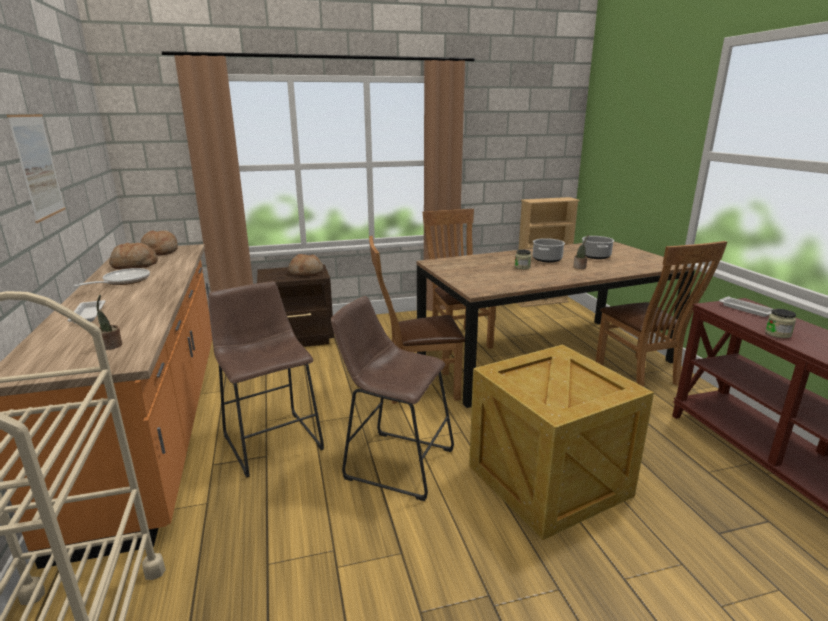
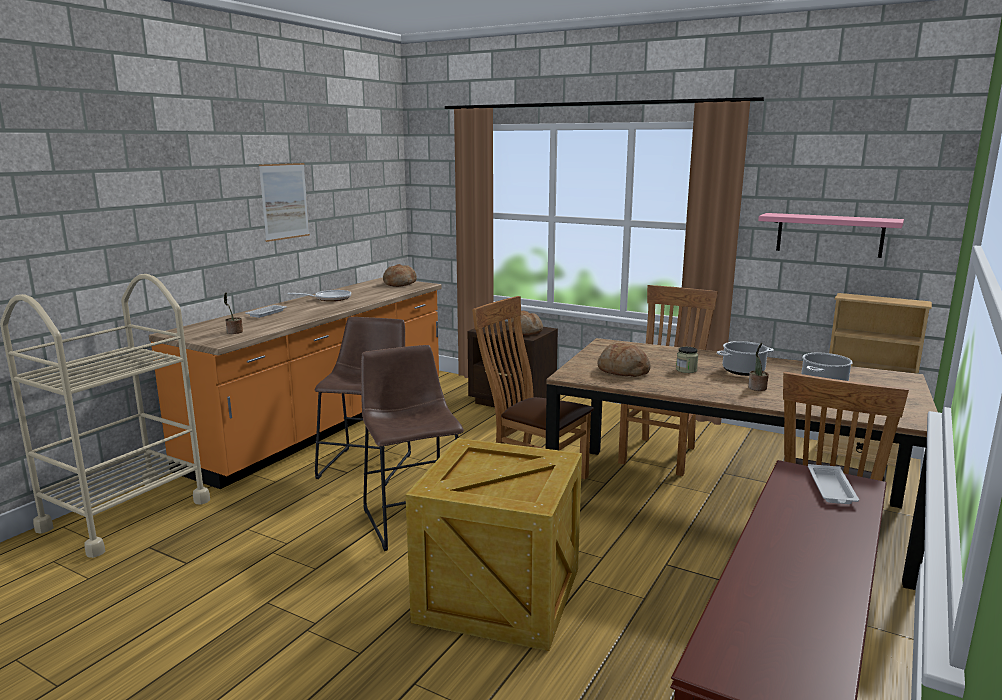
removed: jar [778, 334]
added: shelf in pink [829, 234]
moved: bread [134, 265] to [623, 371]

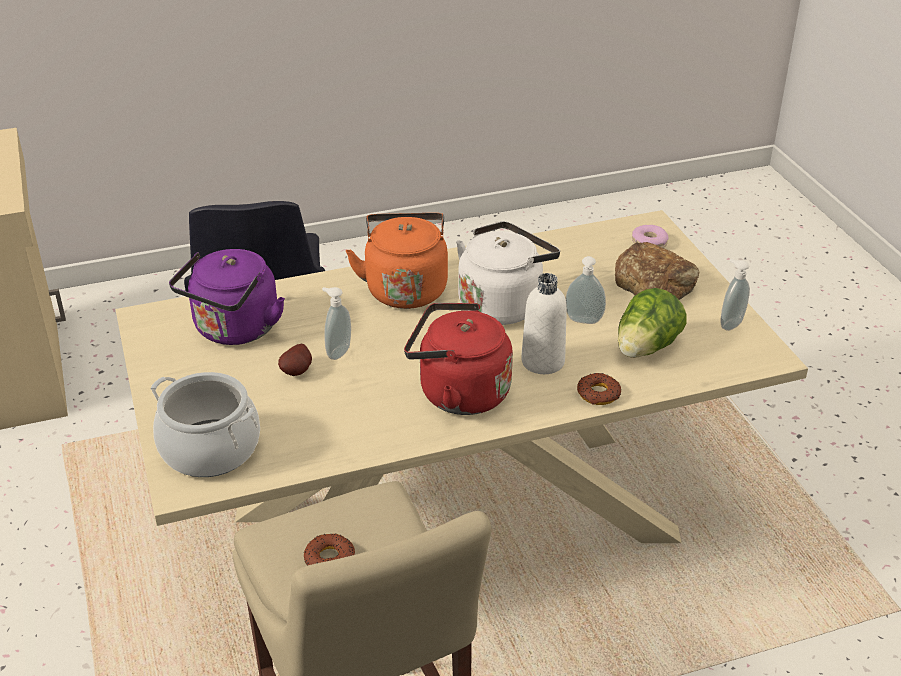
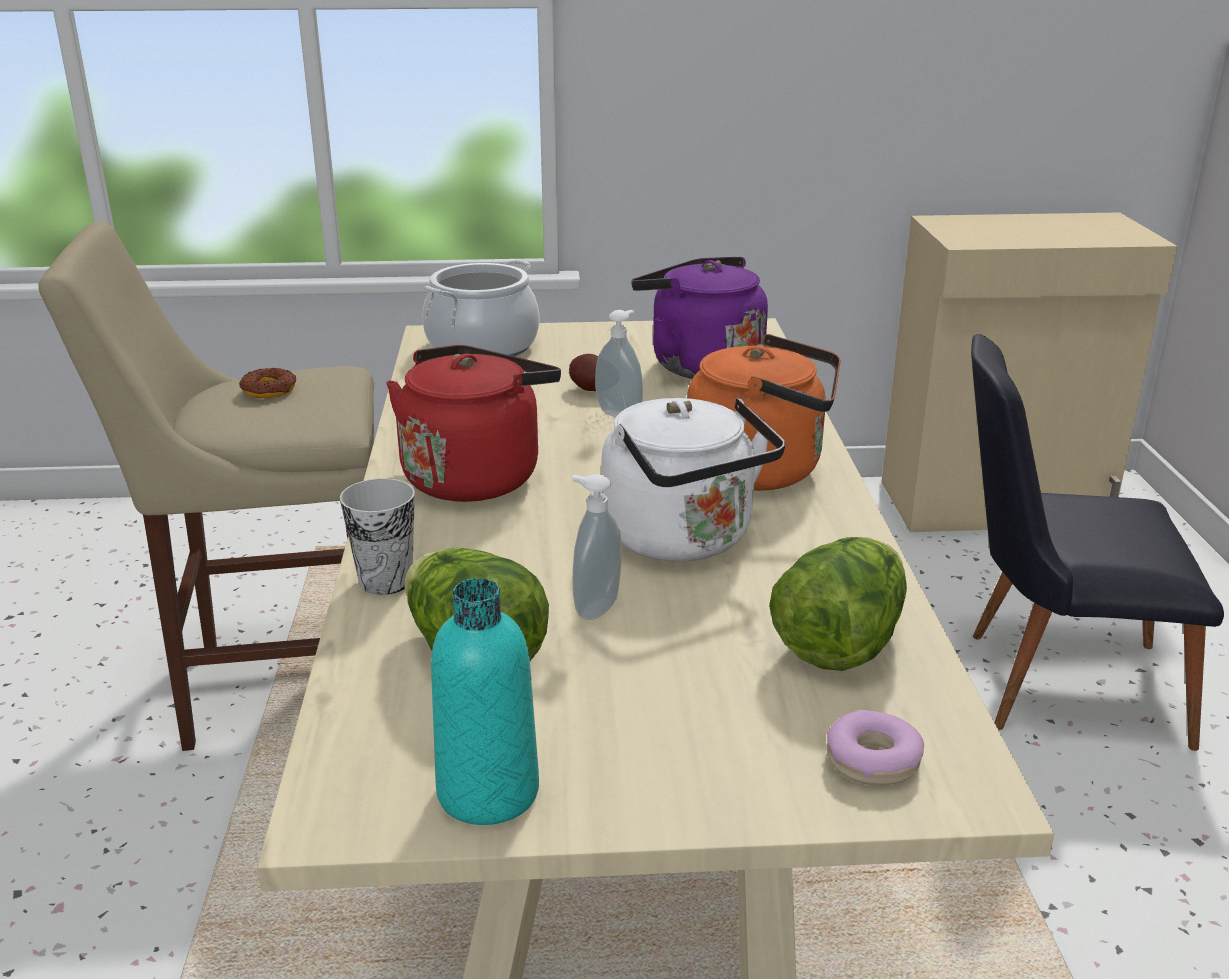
removed: bottle in white [542, 362]; bread [655, 282]
added: lettuce [840, 643]
replaced: donut [598, 394] to cup [385, 581]; soap dispenser [730, 323] to bottle in turquoise [488, 792]

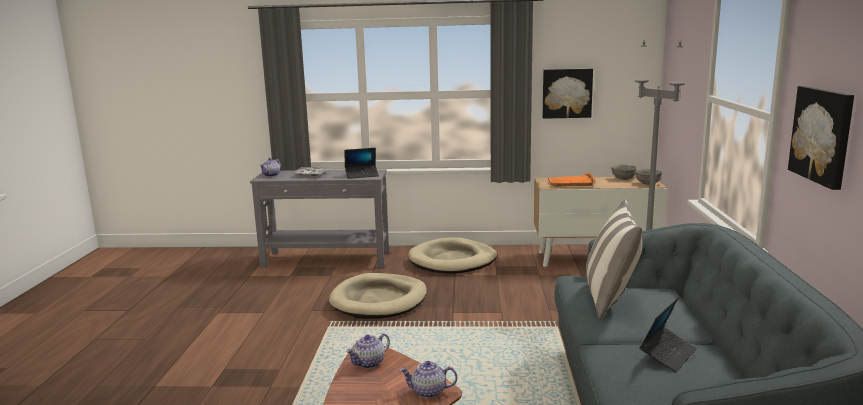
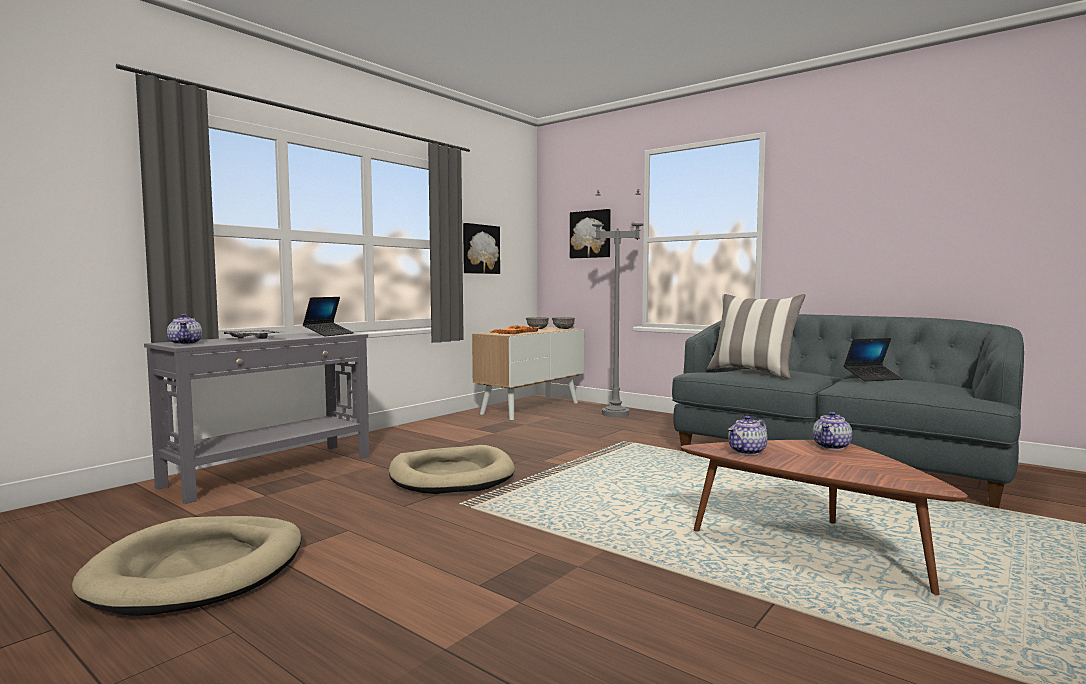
moved: dog bed in beige [453, 260] to [199, 570]; picture [823, 135] to [591, 234]
turned: teapot [369, 363] = [747, 451] 60 degrees clockwise; laptop [668, 355] = [872, 378] 90 degrees clockwise

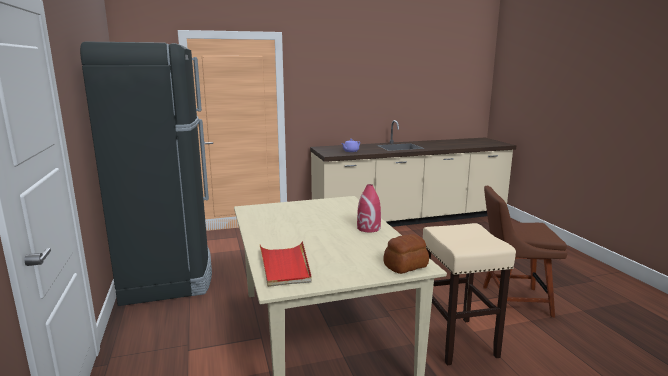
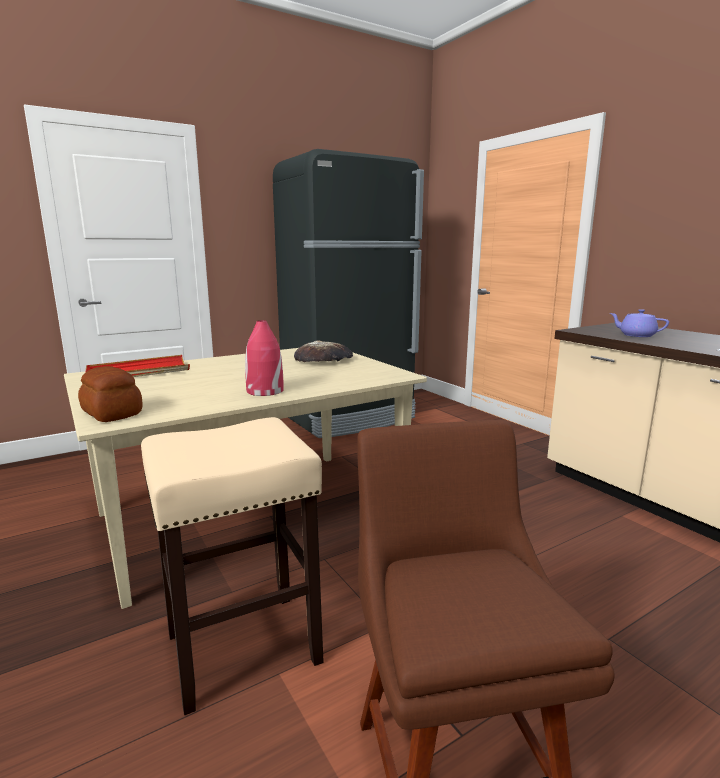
added: bread [324, 359]

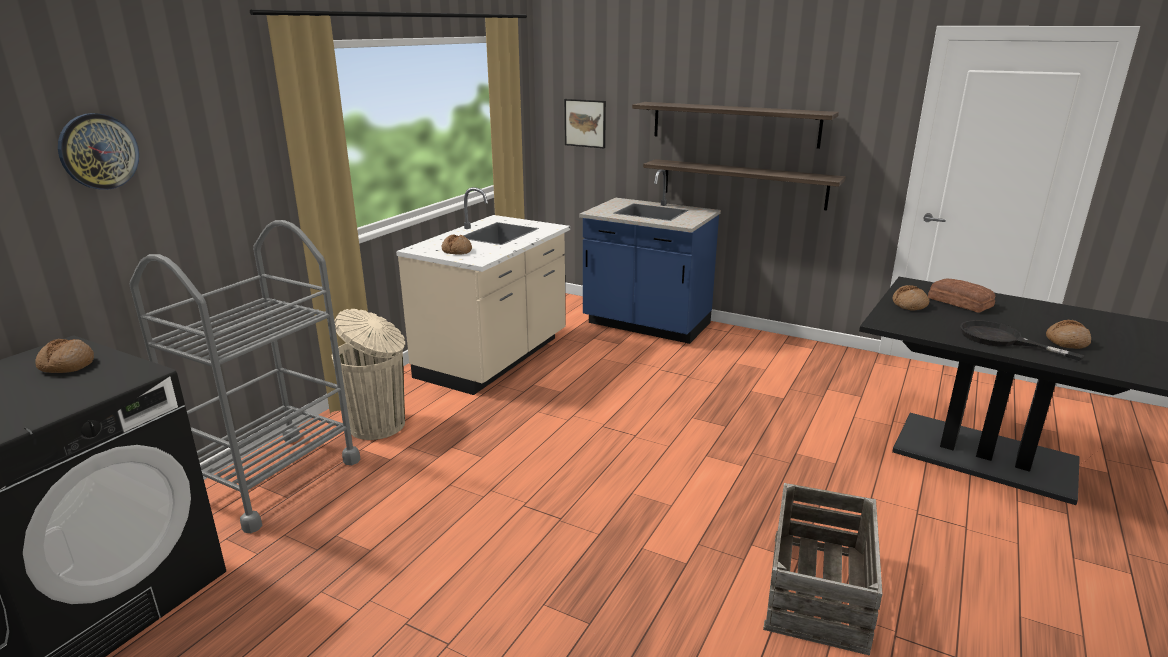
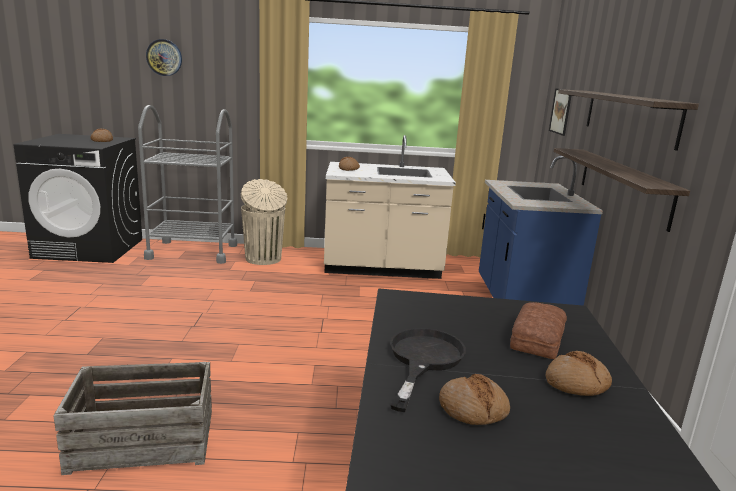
moved: bread [910, 304] to [576, 384]

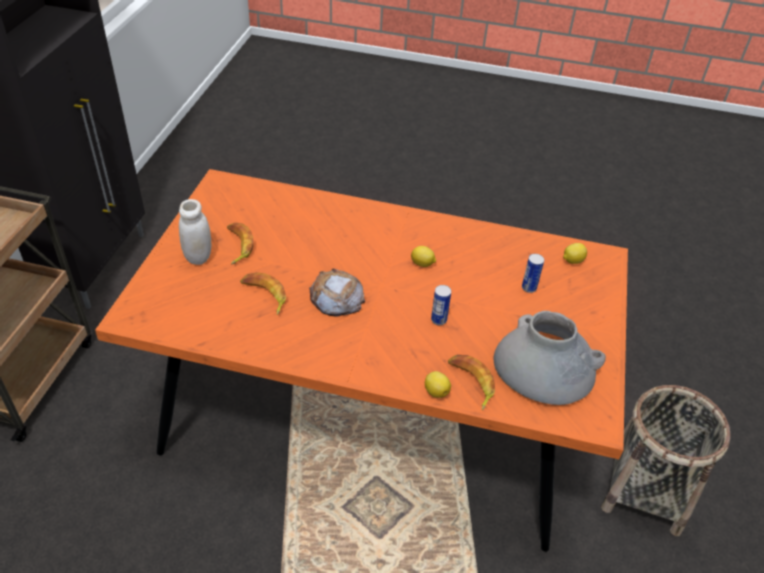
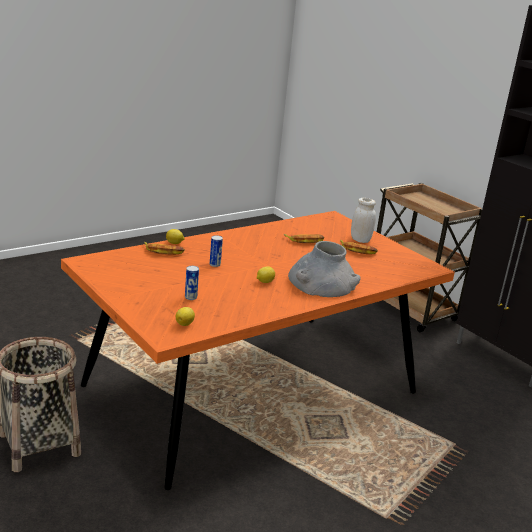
removed: bread [336, 297]
moved: vase in grey [544, 366] to [323, 282]

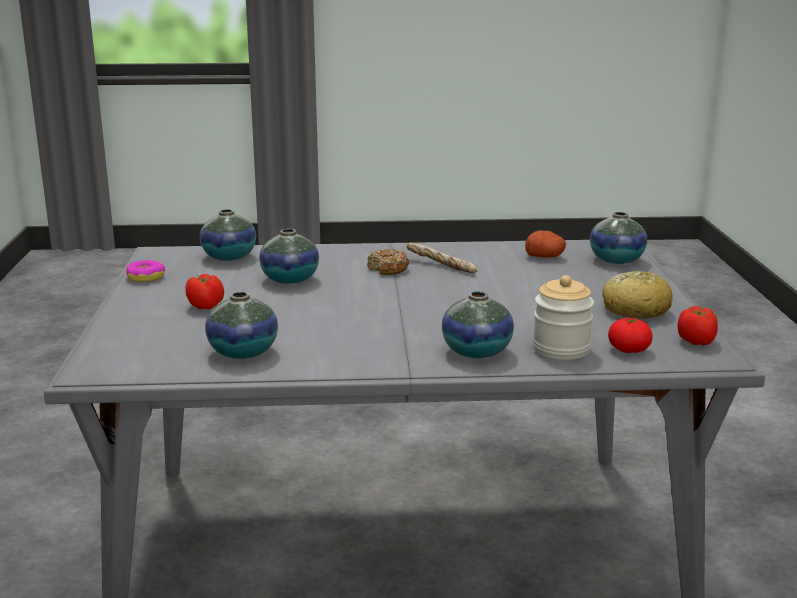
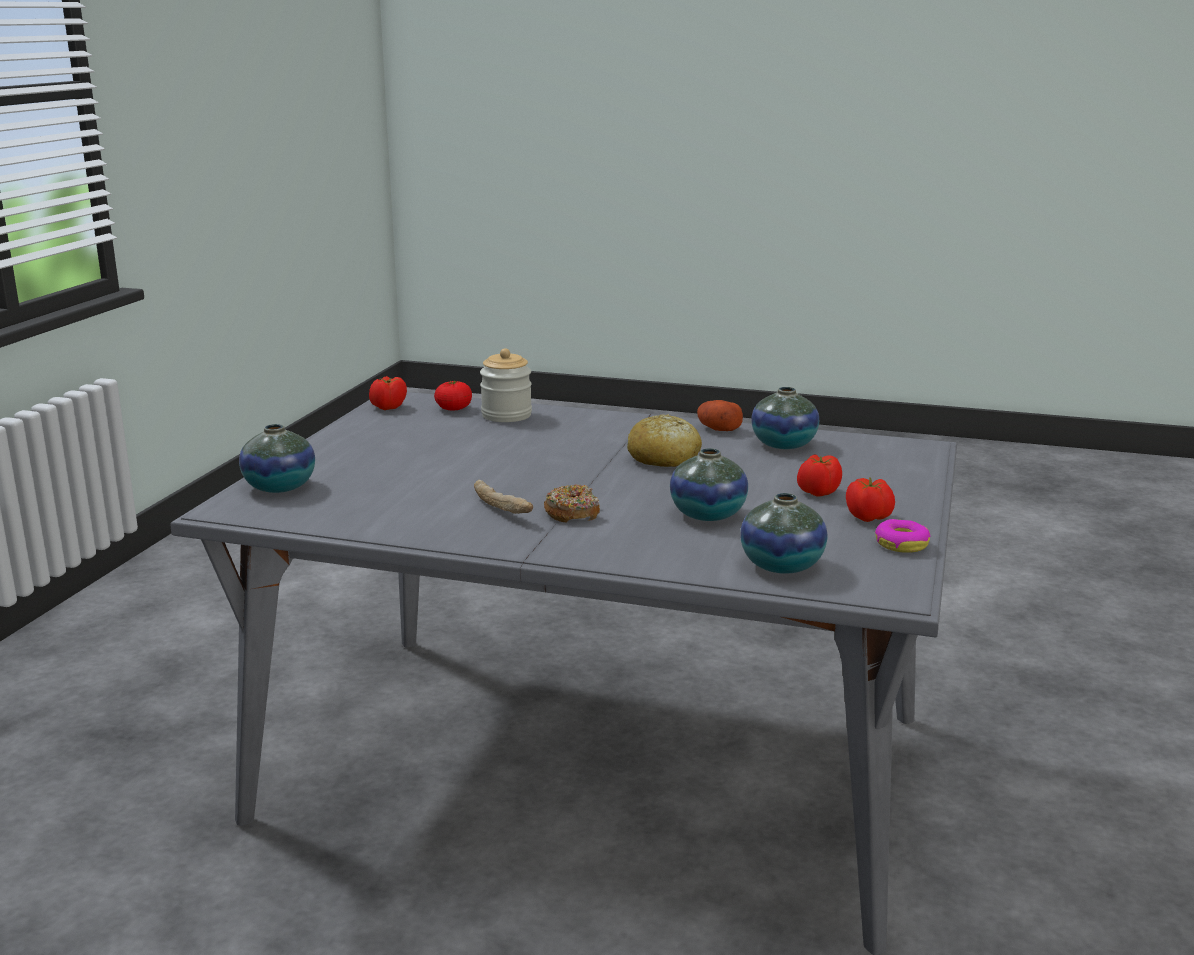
removed: vase [476, 352]
added: tomato [869, 517]
moved: potato [545, 256] to [718, 429]; bread [635, 309] to [663, 458]

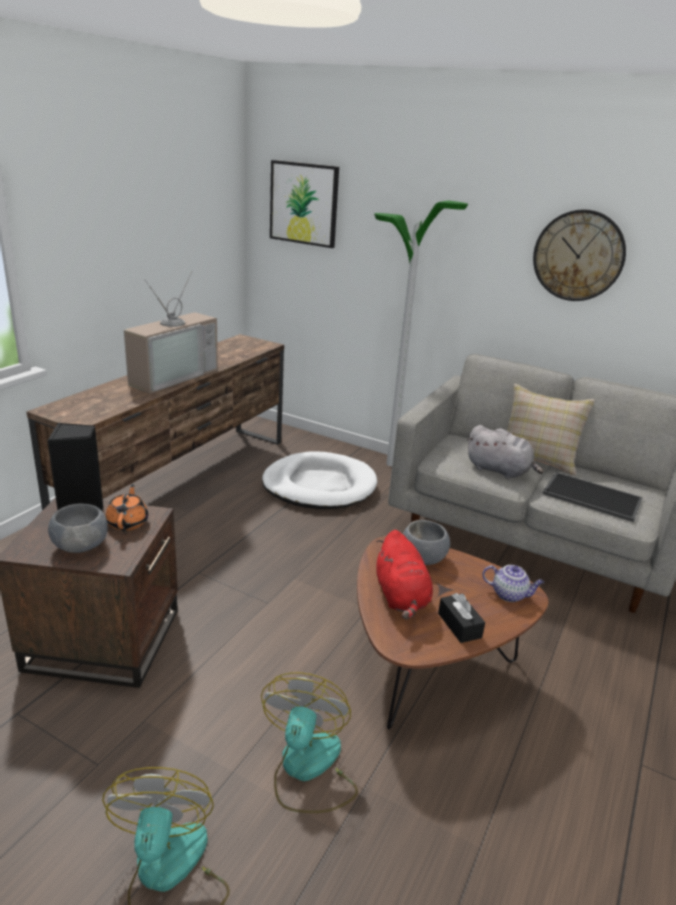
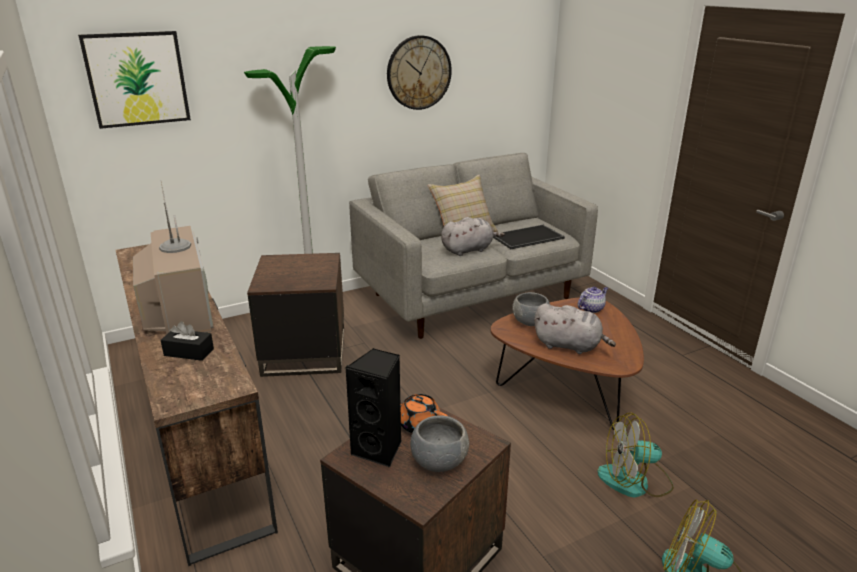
moved: tissue box in black [459, 625] to [189, 352]
replaced: dog bed in white [319, 485] to side table in brown [303, 352]
recoloured: plush toy in red [401, 597] to plush toy in grey [570, 346]
turned: fan [308, 769] = [635, 481] 45 degrees counterclockwise

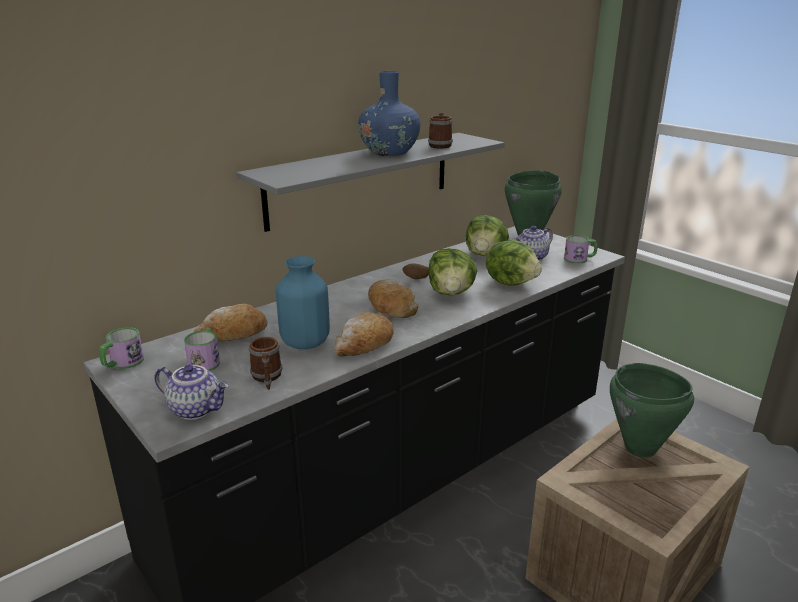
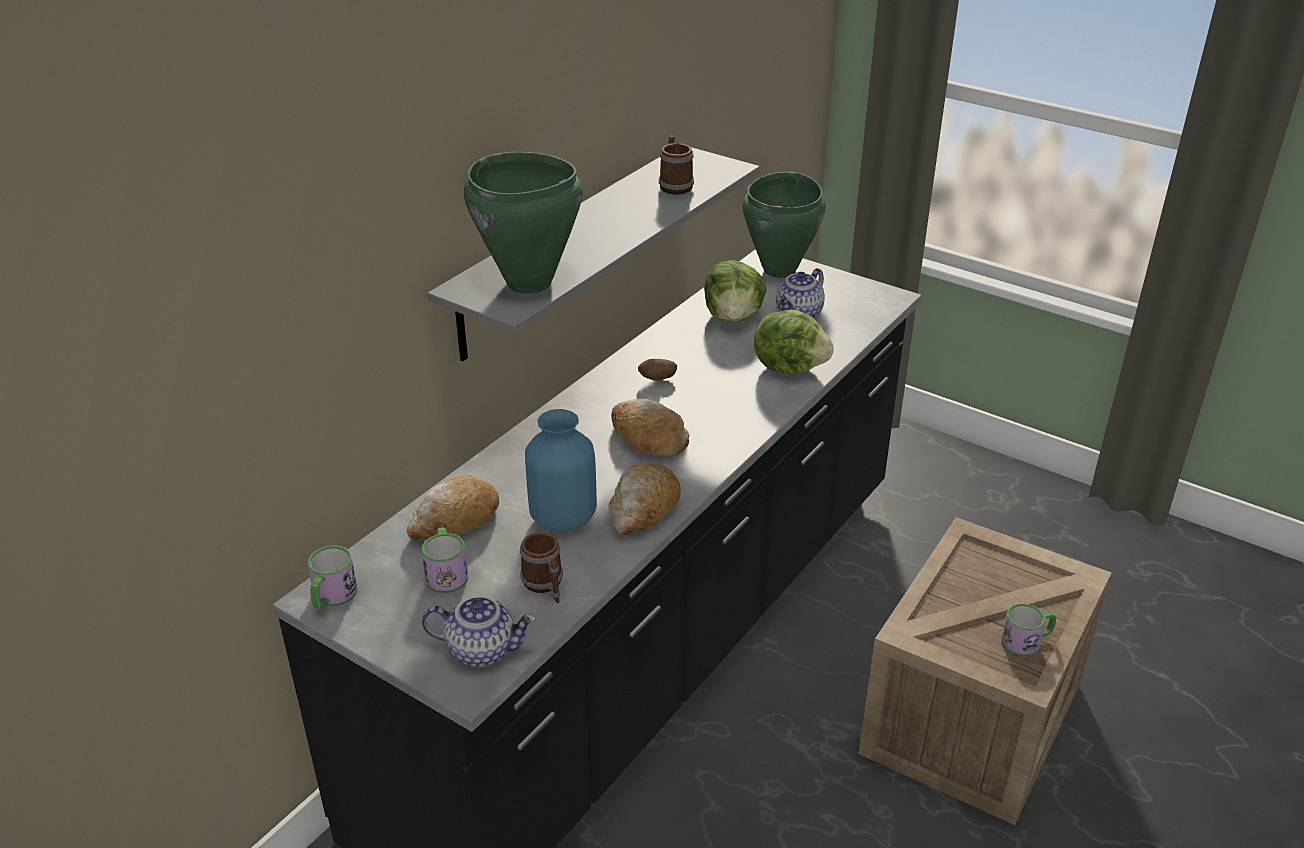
removed: vase in blue [389, 152]; lettuce [451, 293]
moved: mug [579, 259] to [1026, 641]; cooking pot in green [640, 448] to [529, 283]

